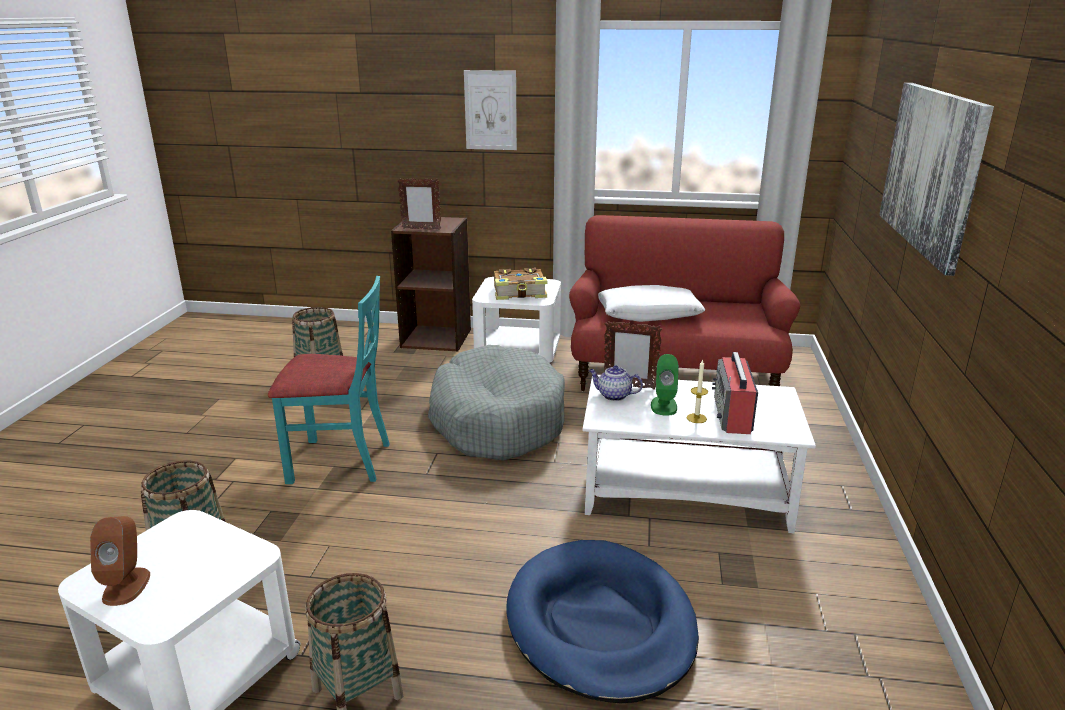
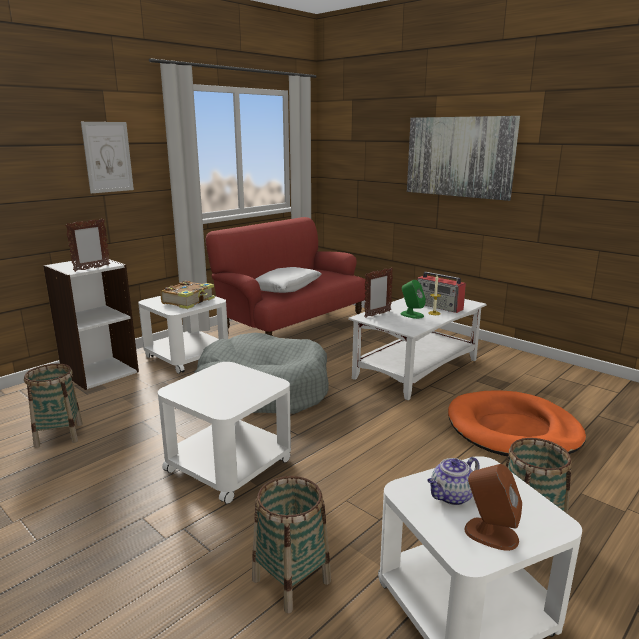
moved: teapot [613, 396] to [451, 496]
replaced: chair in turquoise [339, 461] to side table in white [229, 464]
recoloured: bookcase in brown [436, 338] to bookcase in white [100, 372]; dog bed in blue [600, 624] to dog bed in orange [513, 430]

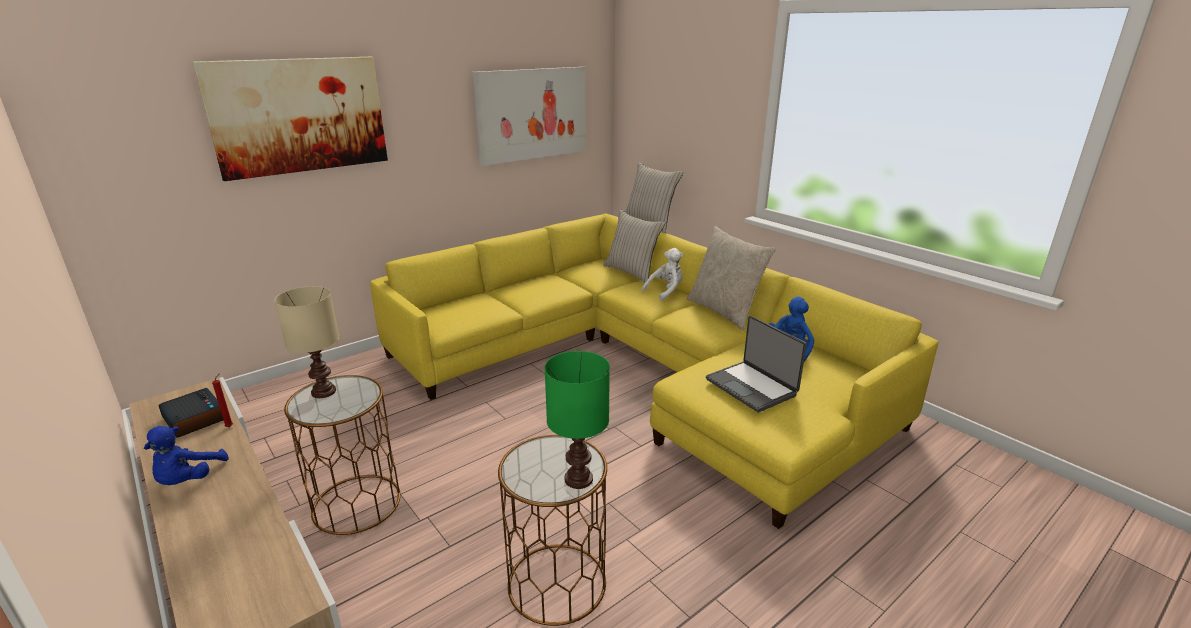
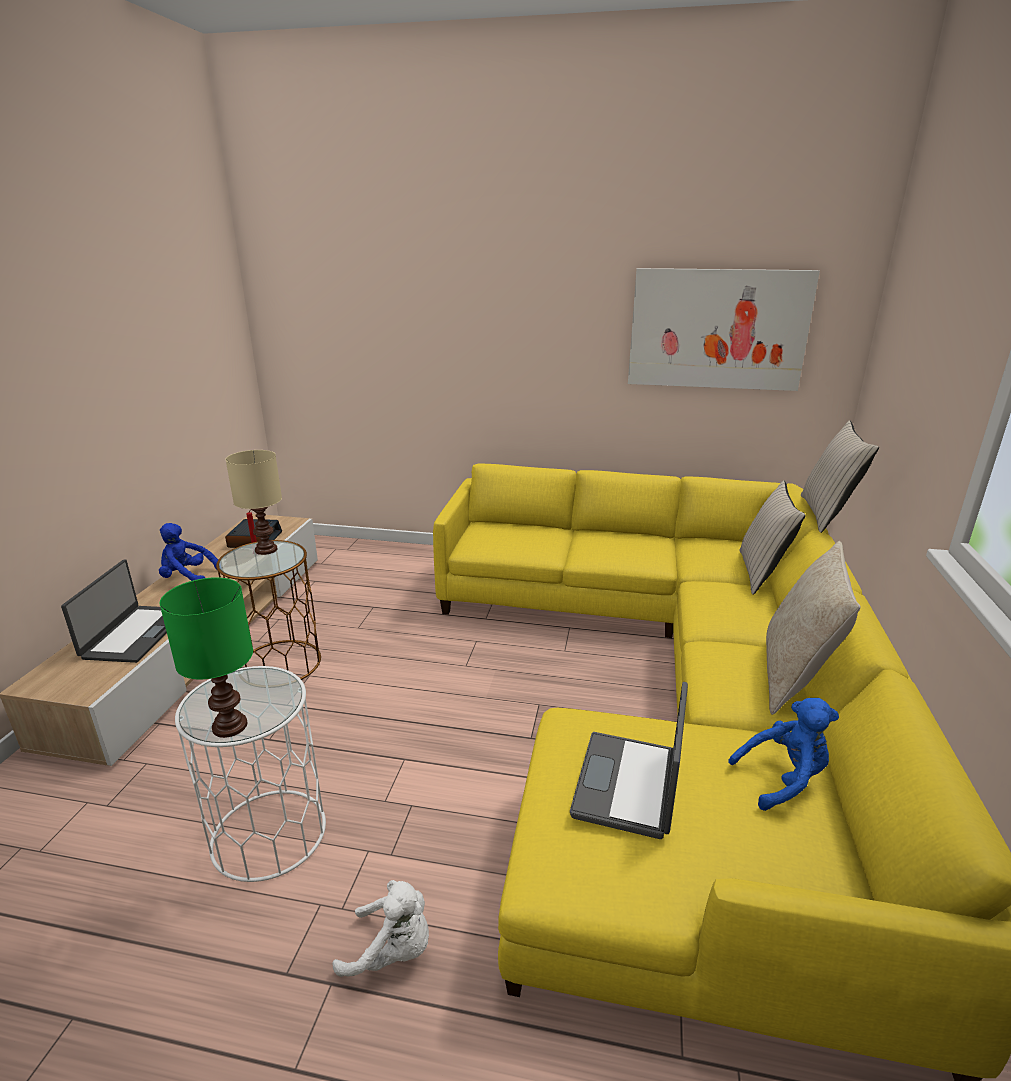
removed: picture [299, 116]
added: laptop [135, 634]
moved: plush toy in white [665, 292] to [392, 952]
recoloured: side table in brown [557, 583] to side table in white [269, 834]
turned: plush toy in blue [188, 479] = [188, 577] 45 degrees clockwise

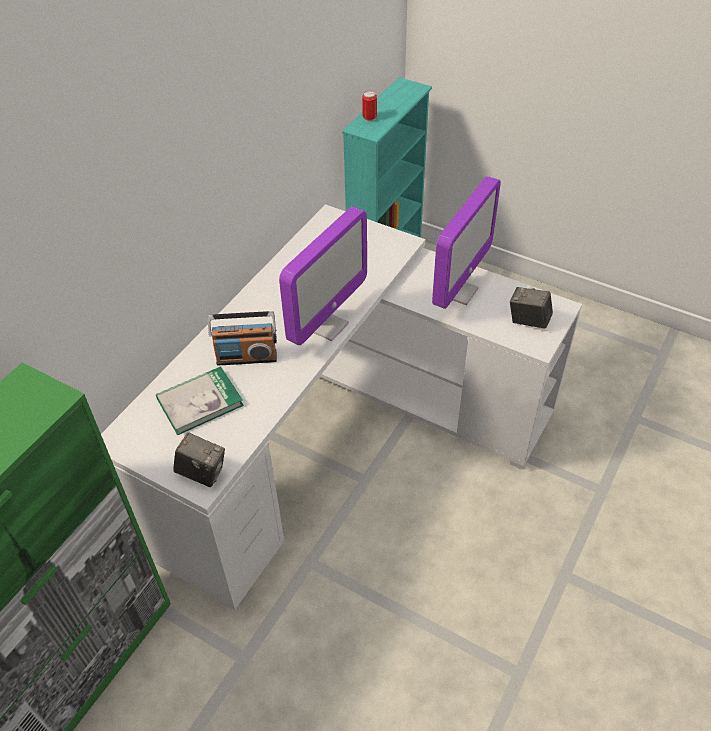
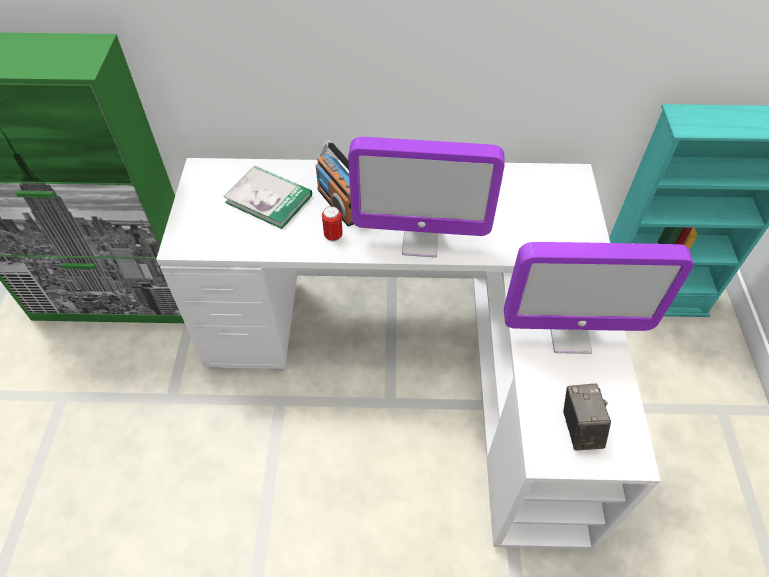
removed: photo camera [202, 472]
moved: can [369, 118] to [333, 236]

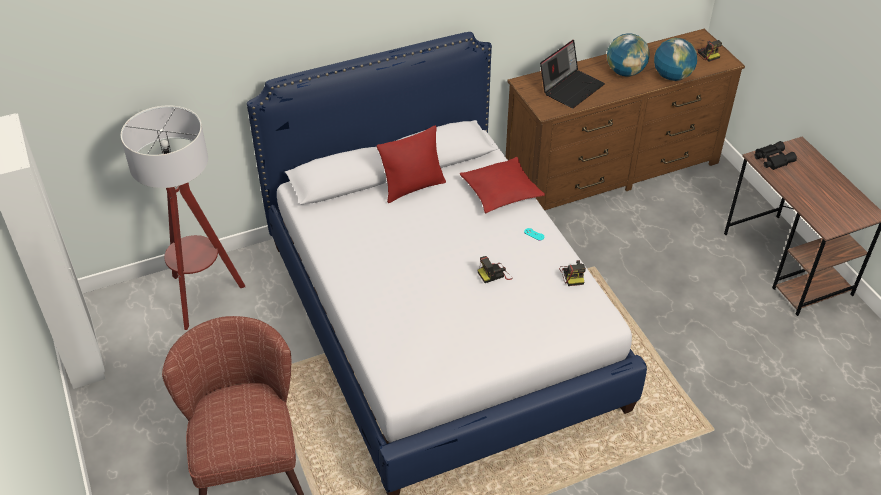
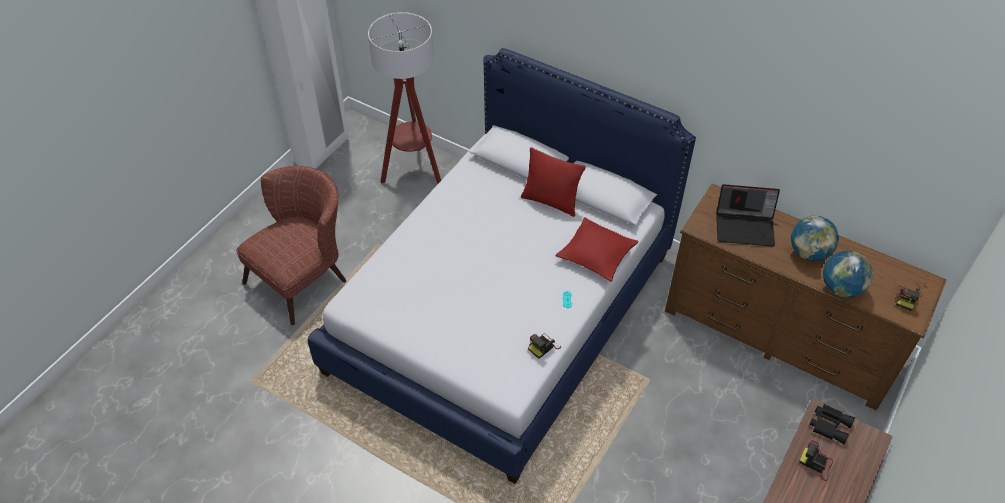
moved: photo camera [494, 274] to [816, 464]

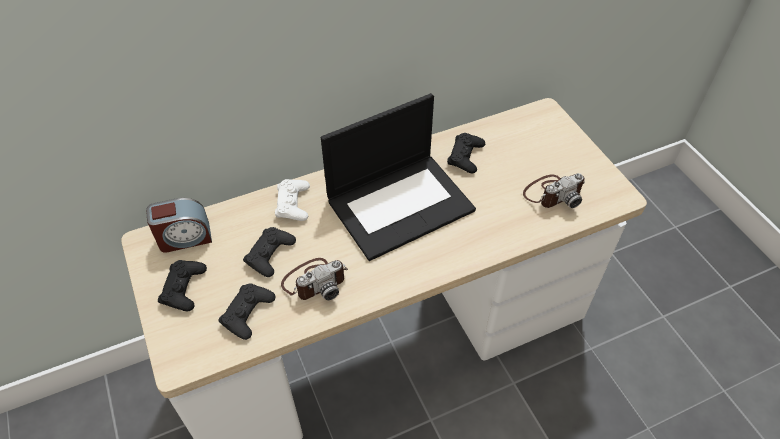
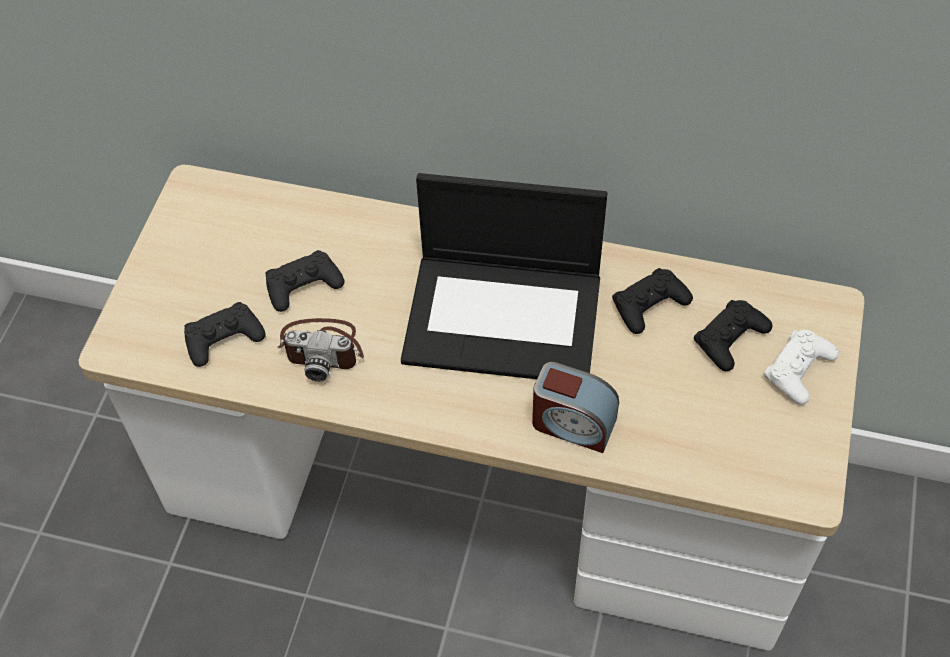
removed: photo camera [552, 193]
moved: alarm clock [185, 238] to [572, 424]; game controller in black [184, 288] to [730, 338]; game controller in white [293, 203] to [799, 370]

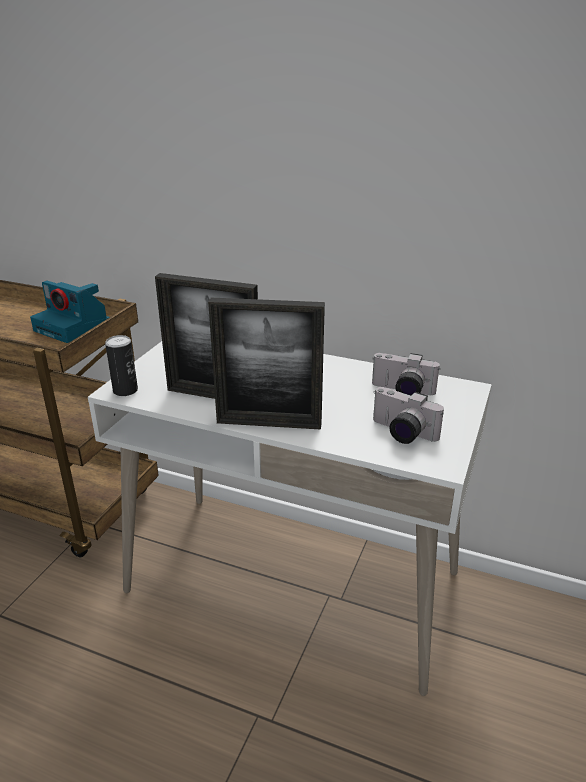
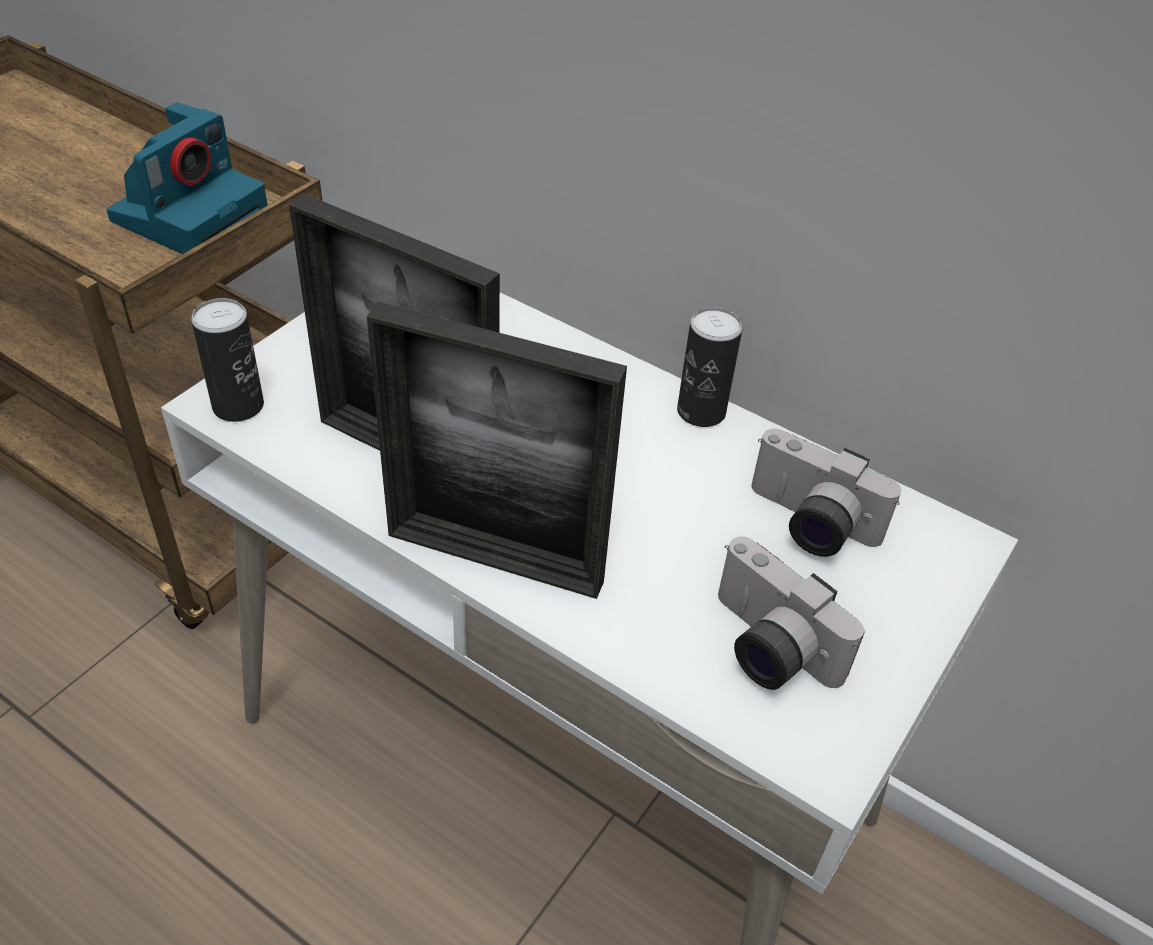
added: can [701, 411]
turned: photo camera [74, 327] = [191, 214] 105 degrees counterclockwise

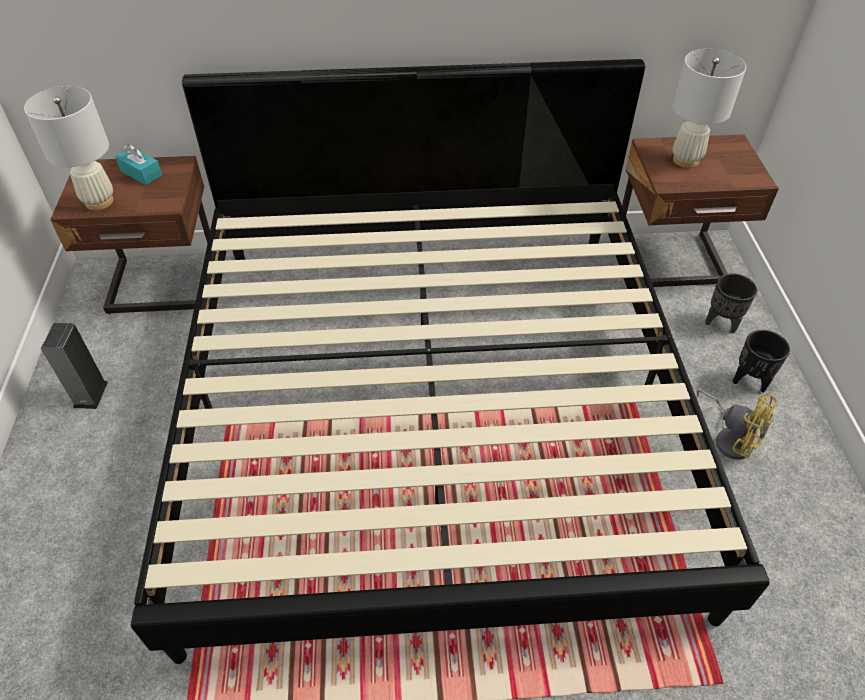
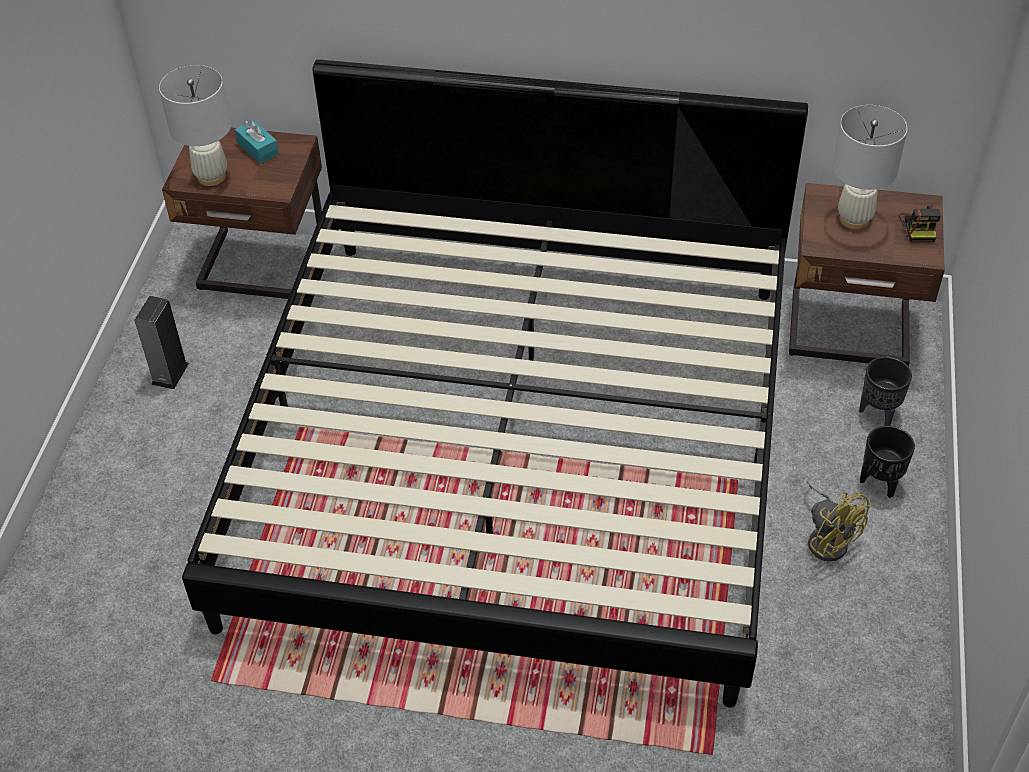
added: photo camera [919, 226]

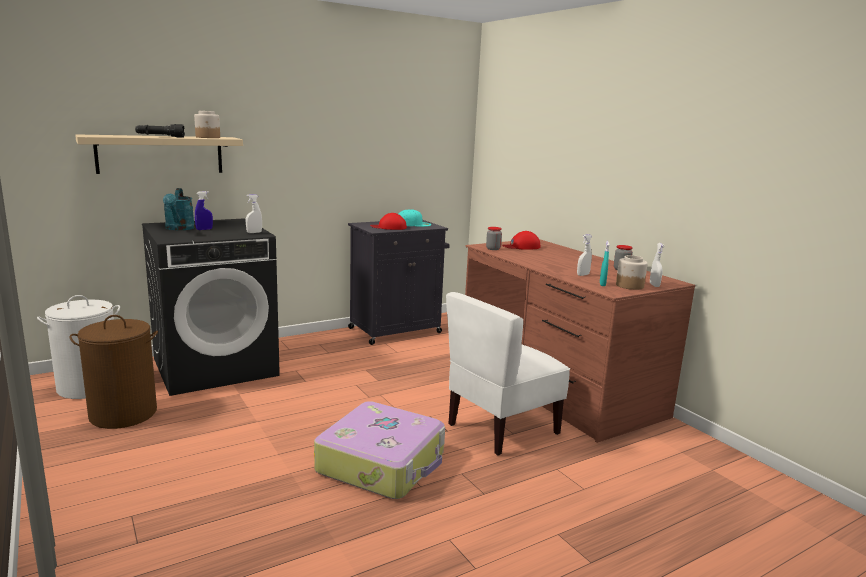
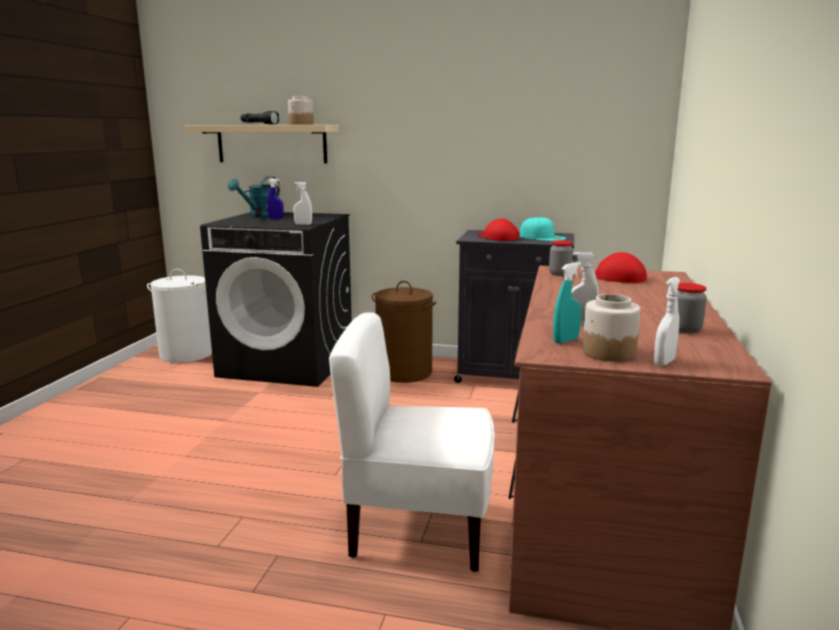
removed: suitcase [382, 463]
moved: laundry basket in brown [122, 414] to [404, 372]

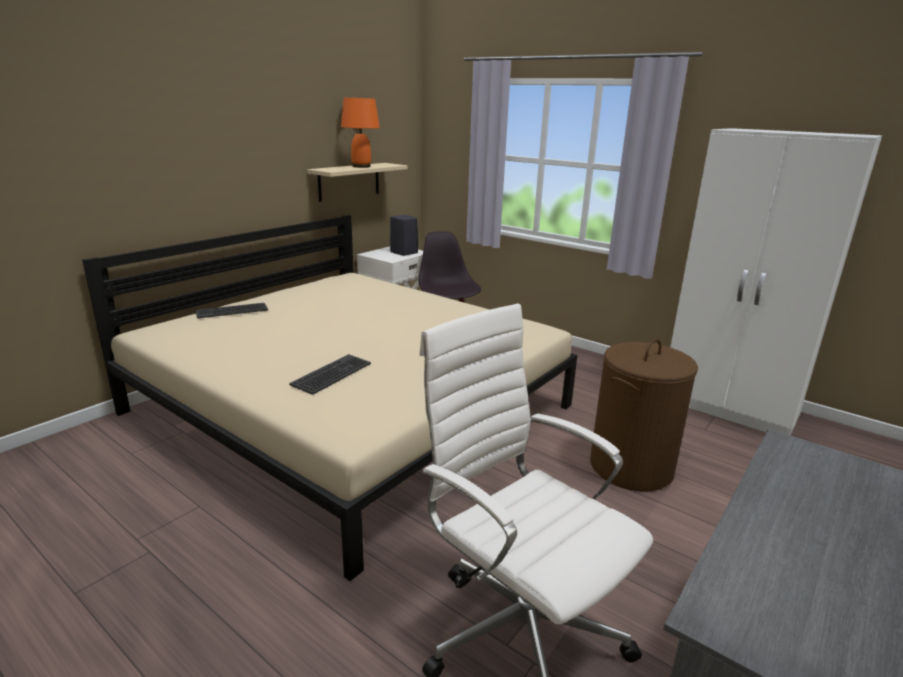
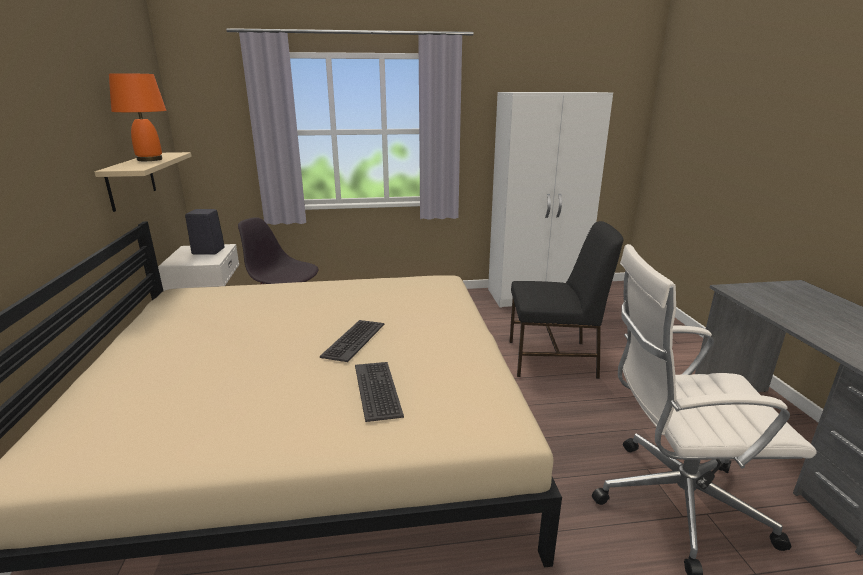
moved: keyboard [232, 311] to [353, 340]
replaced: laundry basket in brown [631, 467] to chair in black [553, 359]

